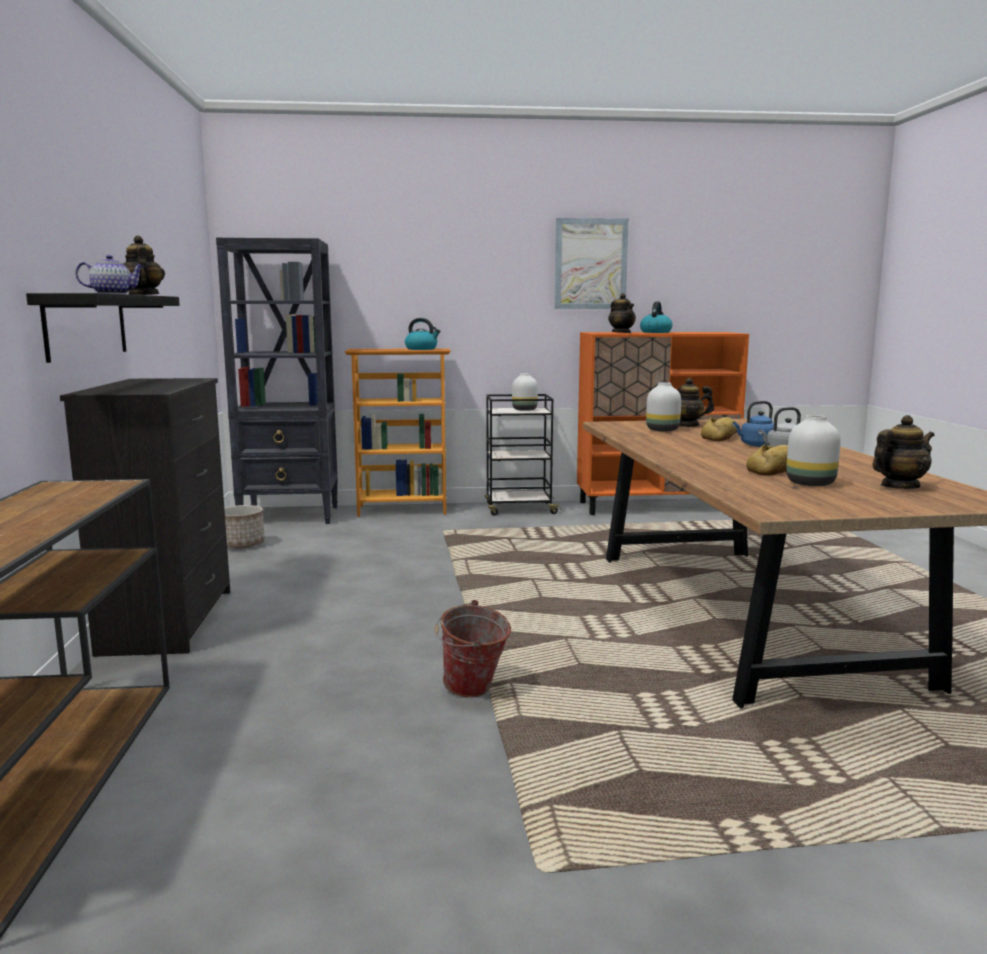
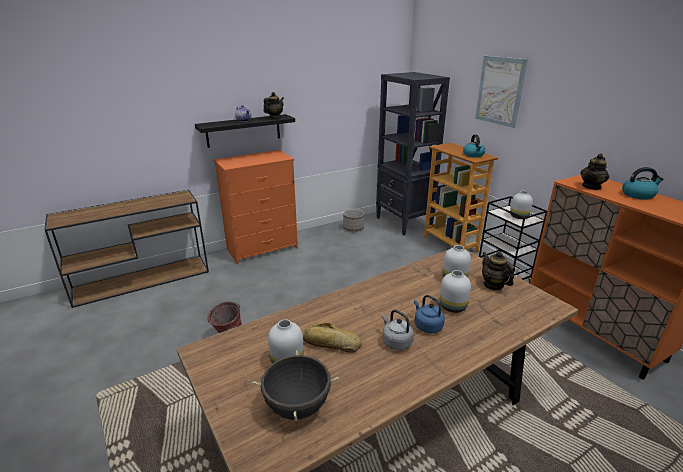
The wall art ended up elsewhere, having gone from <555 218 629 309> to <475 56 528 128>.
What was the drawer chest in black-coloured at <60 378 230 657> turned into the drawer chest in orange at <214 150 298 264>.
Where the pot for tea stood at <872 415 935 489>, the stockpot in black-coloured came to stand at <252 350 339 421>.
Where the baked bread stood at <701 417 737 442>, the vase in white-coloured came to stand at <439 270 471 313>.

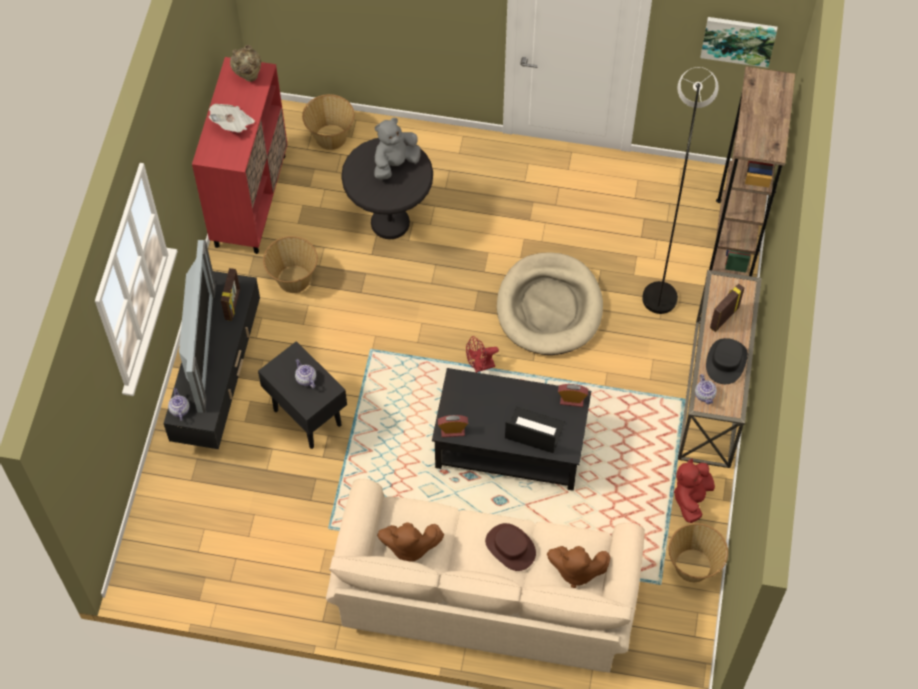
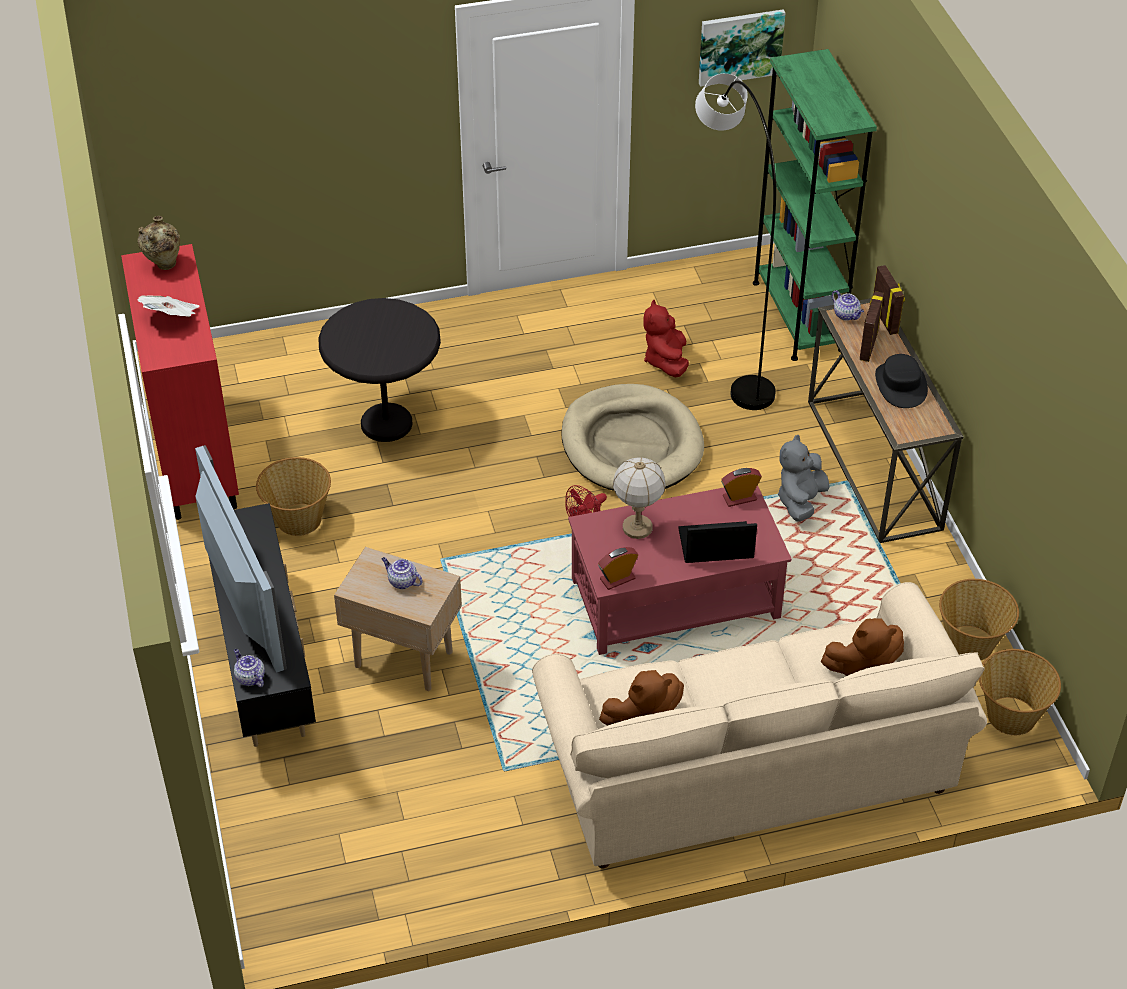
What was the shelving unit in brown-coloured at <709 67 795 276> turned into the shelving unit in green-coloured at <753 49 877 361>.
The storage basket ended up elsewhere, having gone from <302 94 354 150> to <979 649 1061 735>.
The cuddly toy in grey ended up elsewhere, having gone from <374 118 421 180> to <778 435 830 522>.
The picture frame ended up elsewhere, having gone from <221 268 240 321> to <873 265 905 335>.
What was the accent table in black-coloured at <258 341 347 449> turned into the accent table in sand-coloured at <334 547 462 691>.
What was the coffee table in black-coloured at <432 368 591 491> turned into the coffee table in reddish at <568 485 792 655>.
The pot for tea ended up elsewhere, having gone from <695 374 717 404> to <832 290 864 321>.
The cuddly toy in reddish ended up elsewhere, having gone from <674 459 715 523> to <643 300 689 378>.
The second view lost the wearable hat in brown-coloured at <485 523 536 571>.
The second view gained the table lamp at <613 457 665 539>.

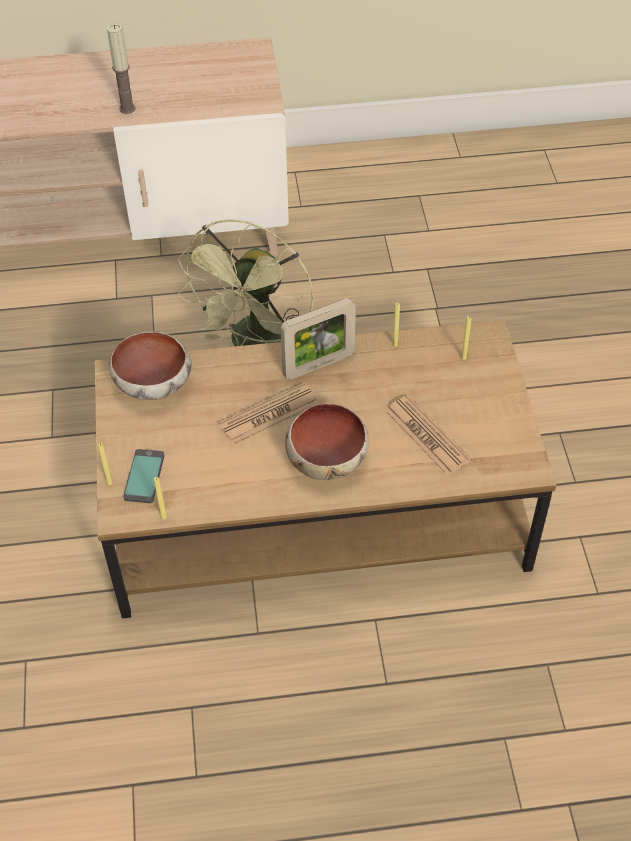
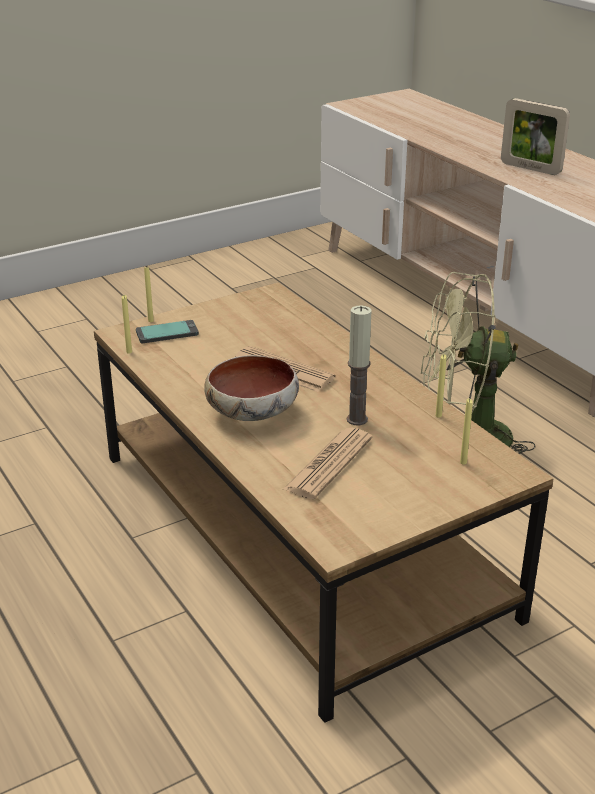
The wax candle ended up elsewhere, having gone from <107 24 135 114> to <347 305 371 425>.
The picture frame ended up elsewhere, having gone from <281 298 356 379> to <501 98 570 175>.
The second view lost the bowl at <109 331 192 400>.

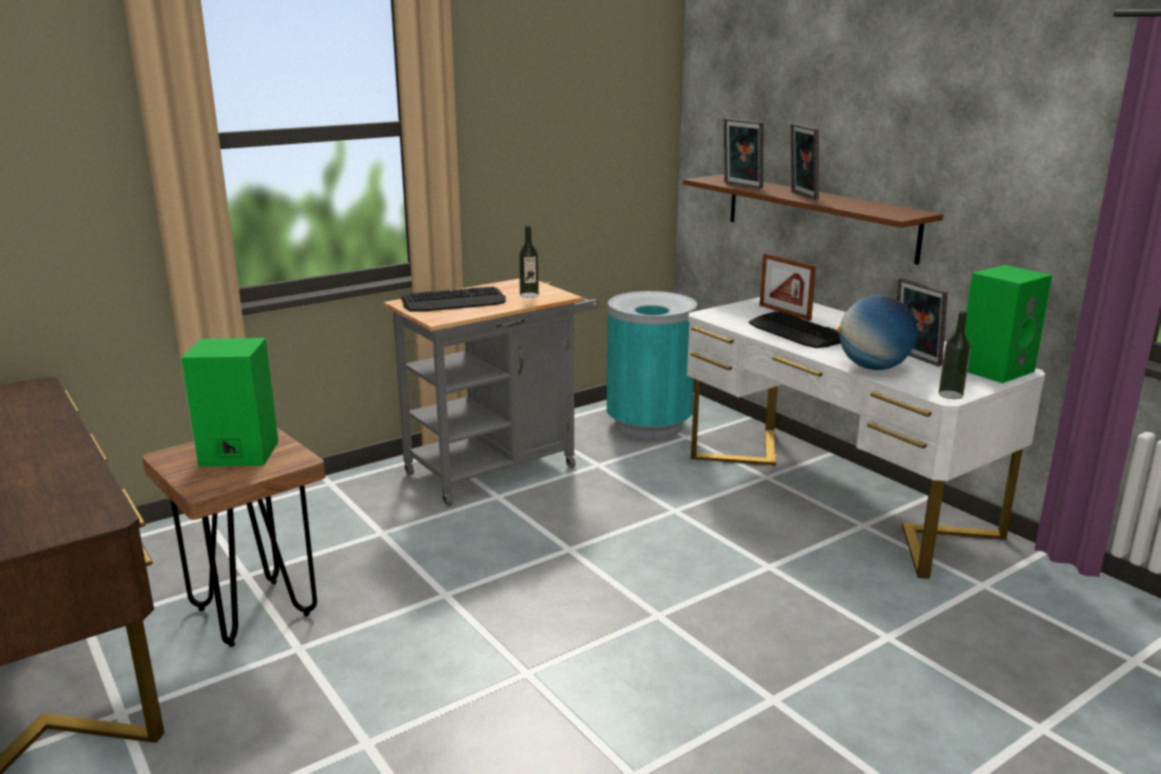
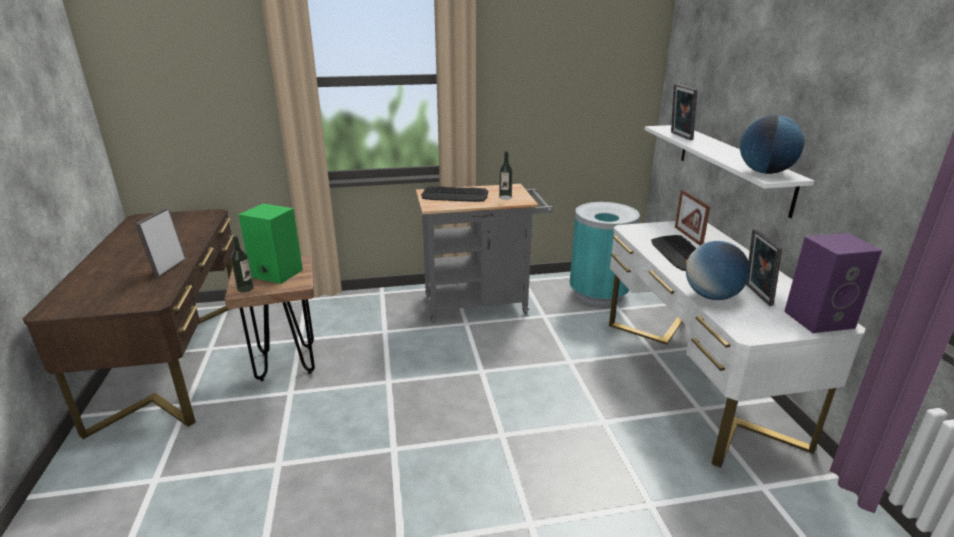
The picture frame ended up elsewhere, having gone from <791 123 819 200> to <135 208 186 278>.
What was the shelf in brown-coloured at <683 175 944 265> turned into the shelf in white-coloured at <645 125 814 218>.
What was the audio speaker in green-coloured at <965 265 1052 383> turned into the audio speaker in purple-coloured at <784 233 882 333>.
The drink bottle ended up elsewhere, having gone from <939 311 971 399> to <231 236 254 292>.
The second view gained the desk globe at <740 115 804 174>.

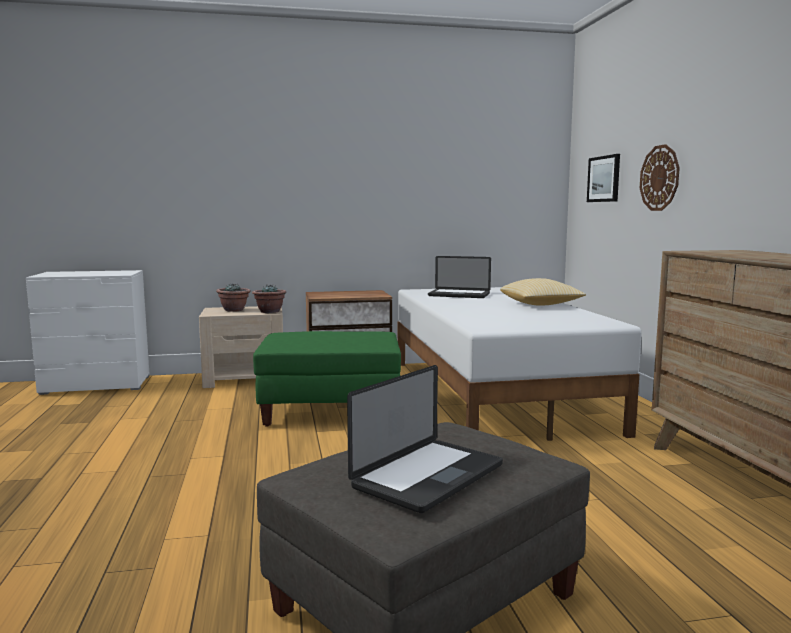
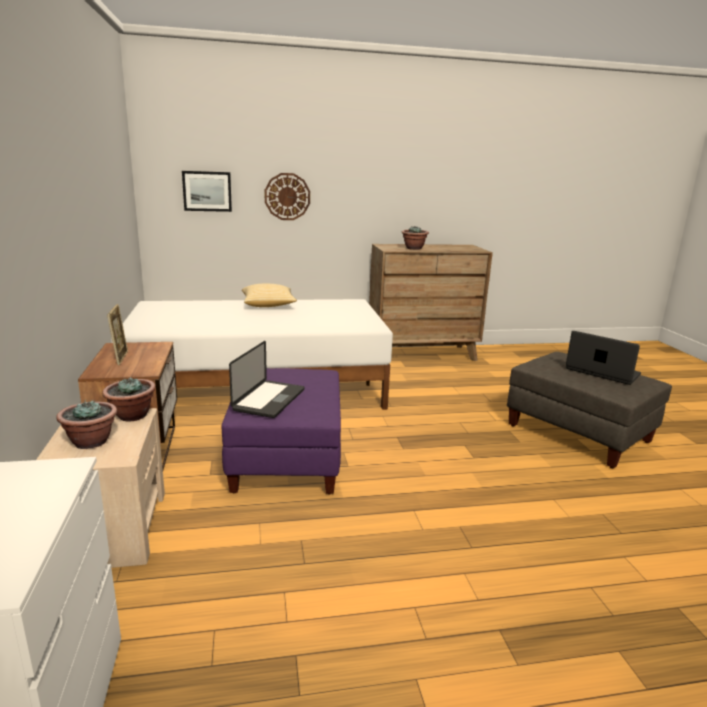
The portable computer ended up elsewhere, having gone from <428 256 491 298> to <229 341 304 418>.
What was the ottoman in green-coloured at <253 331 401 427> turned into the ottoman in purple-coloured at <222 368 341 494>.
The second view gained the plant in a pot at <401 226 429 250>.
The second view gained the picture frame at <107 304 128 365>.

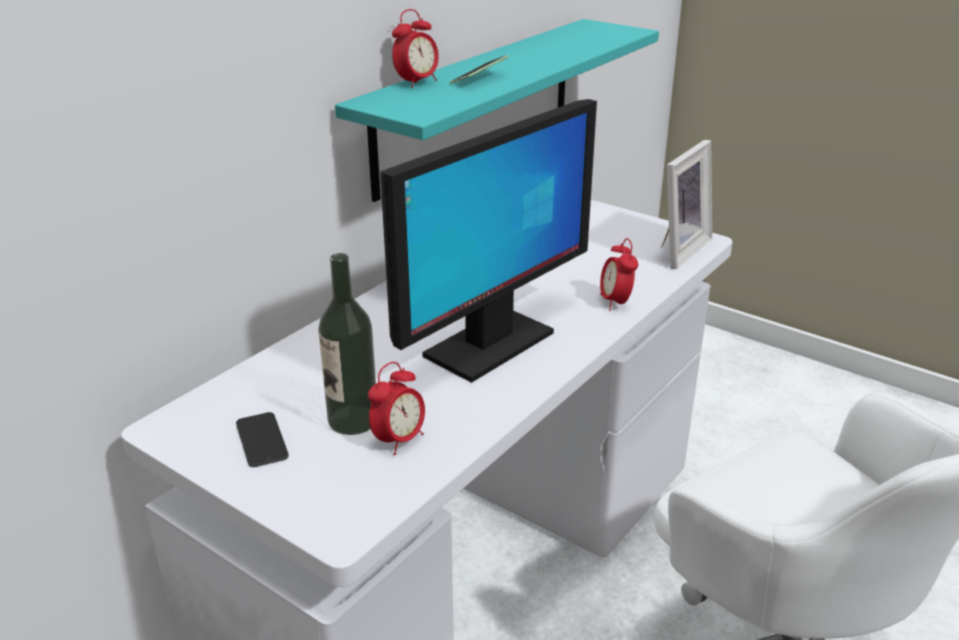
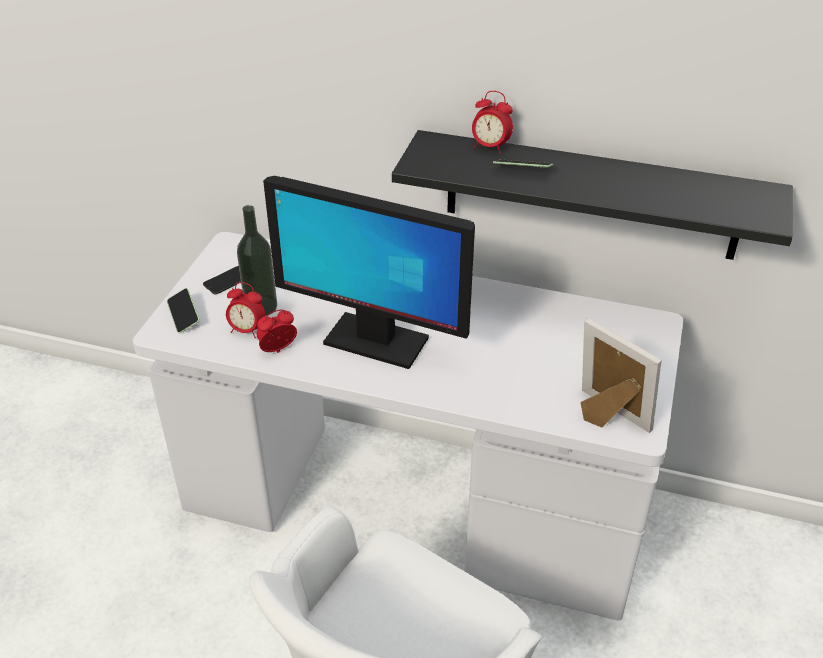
What was the shelf in blue-green at <335 19 659 202> turned into the shelf in black-coloured at <392 130 793 260>.
The picture frame at <661 140 712 269> ended up facing another way, 150 degrees counterclockwise from before.
The table clock ended up elsewhere, having gone from <600 238 638 311> to <257 309 297 353>.
The second view gained the handset at <167 288 200 333>.

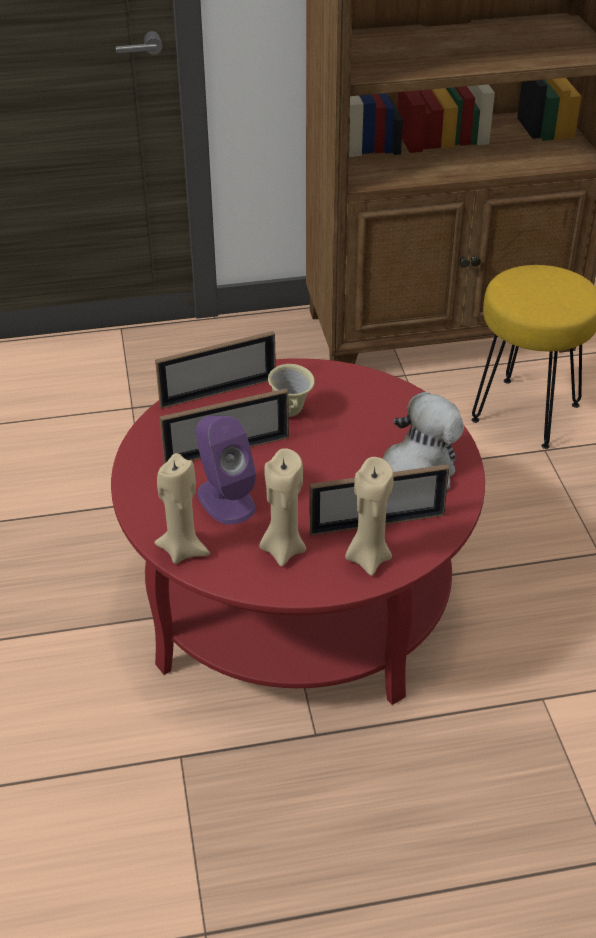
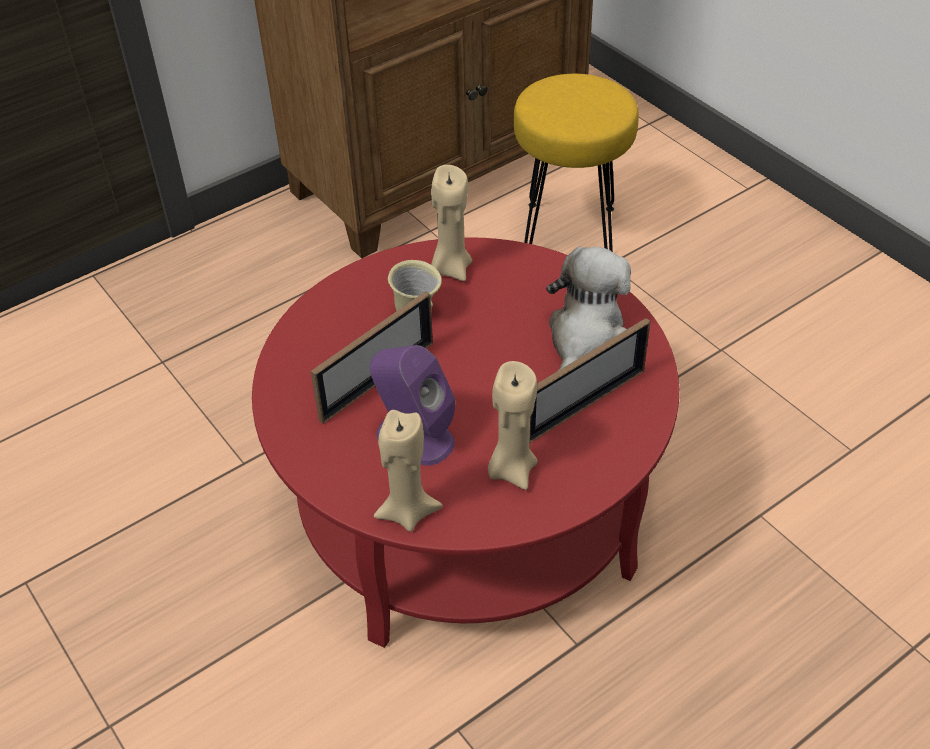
The second view lost the picture frame at <155 331 276 409>.
The wax candle in sand-coloured ended up elsewhere, having gone from <345 457 394 576> to <431 165 472 281>.

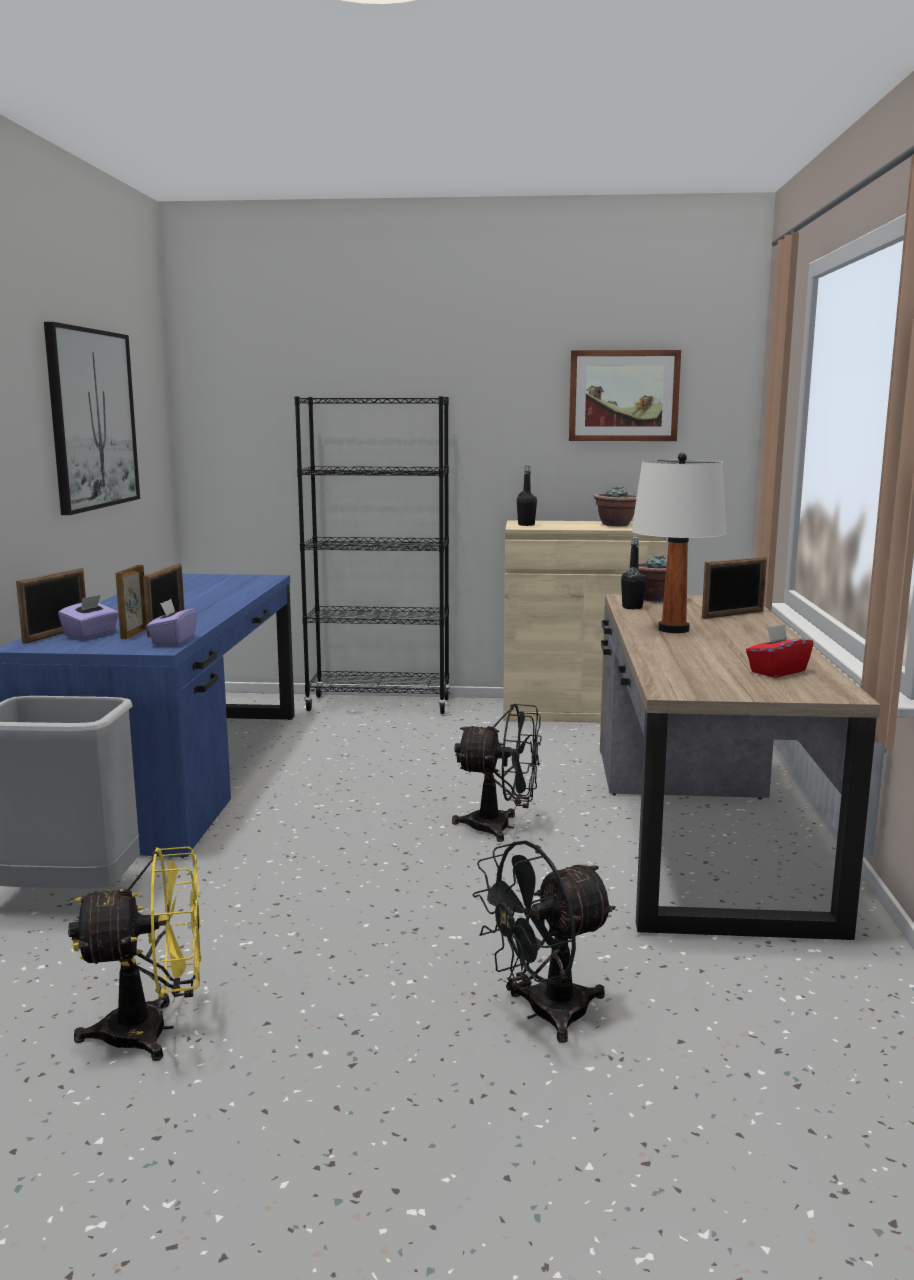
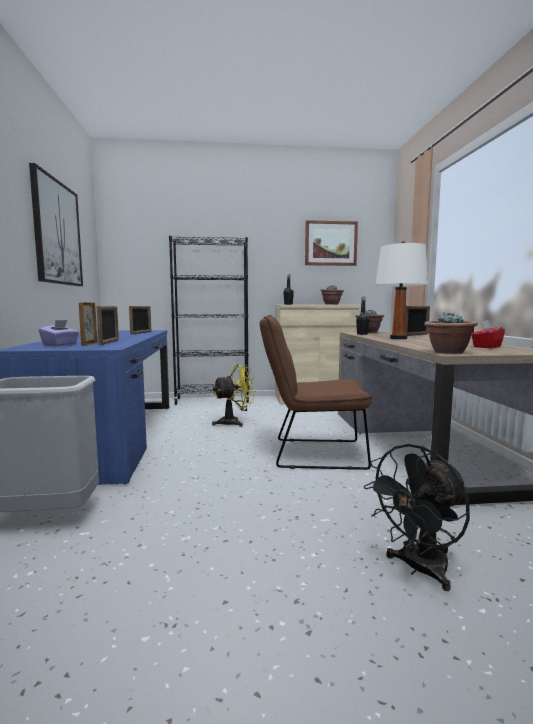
The picture frame ended up elsewhere, having gone from <16 568 86 644> to <129 306 151 335>.
The second view lost the box of tissues in purple-coloured at <147 599 197 646>.
Where the cooling fan in black-coloured stood at <452 704 542 842>, the upright chair in brown-coloured came to stand at <259 315 372 470>.
The cooling fan in yellow-coloured ended up elsewhere, having gone from <68 847 201 1061> to <212 365 255 427>.
The second view gained the plant in a pot at <424 313 478 354>.

